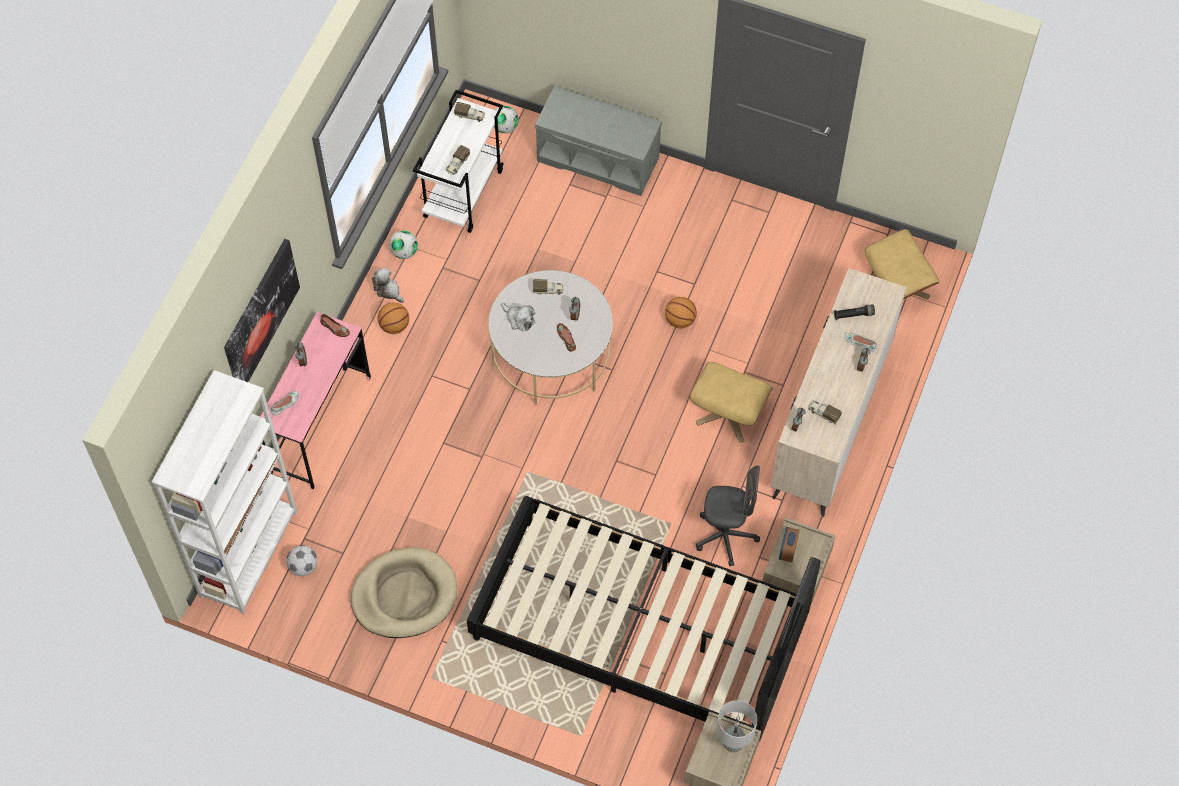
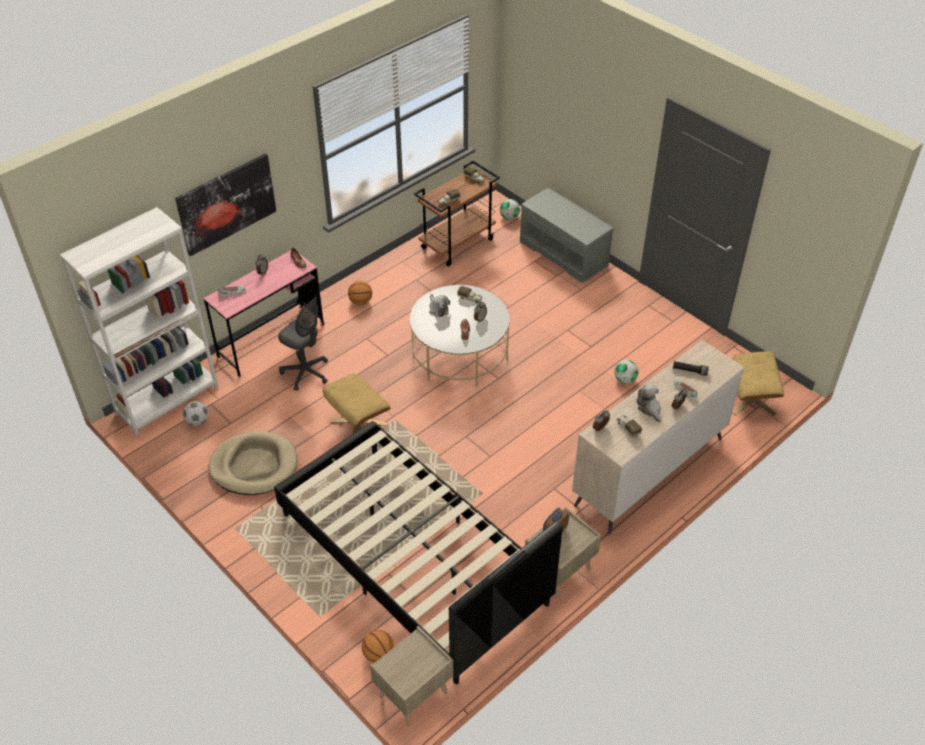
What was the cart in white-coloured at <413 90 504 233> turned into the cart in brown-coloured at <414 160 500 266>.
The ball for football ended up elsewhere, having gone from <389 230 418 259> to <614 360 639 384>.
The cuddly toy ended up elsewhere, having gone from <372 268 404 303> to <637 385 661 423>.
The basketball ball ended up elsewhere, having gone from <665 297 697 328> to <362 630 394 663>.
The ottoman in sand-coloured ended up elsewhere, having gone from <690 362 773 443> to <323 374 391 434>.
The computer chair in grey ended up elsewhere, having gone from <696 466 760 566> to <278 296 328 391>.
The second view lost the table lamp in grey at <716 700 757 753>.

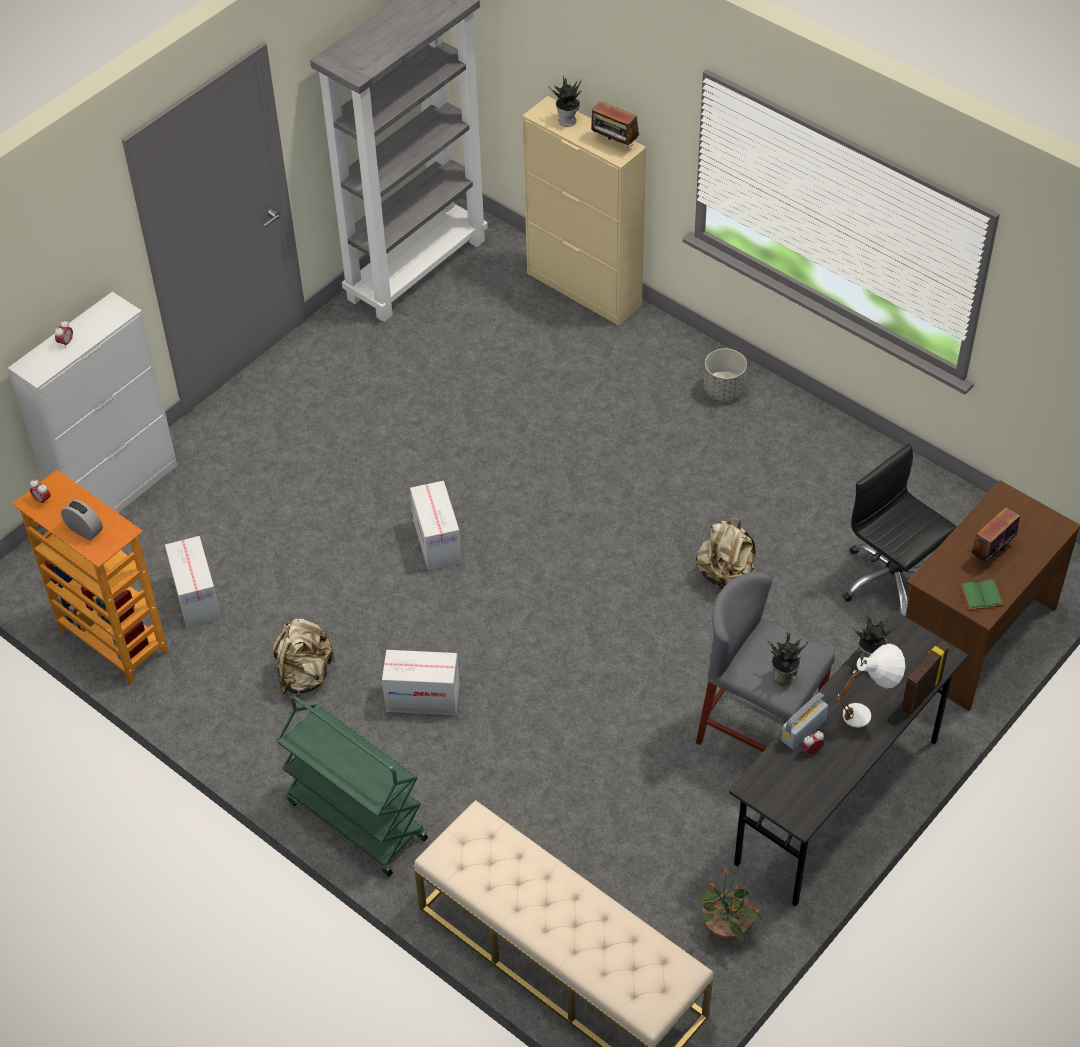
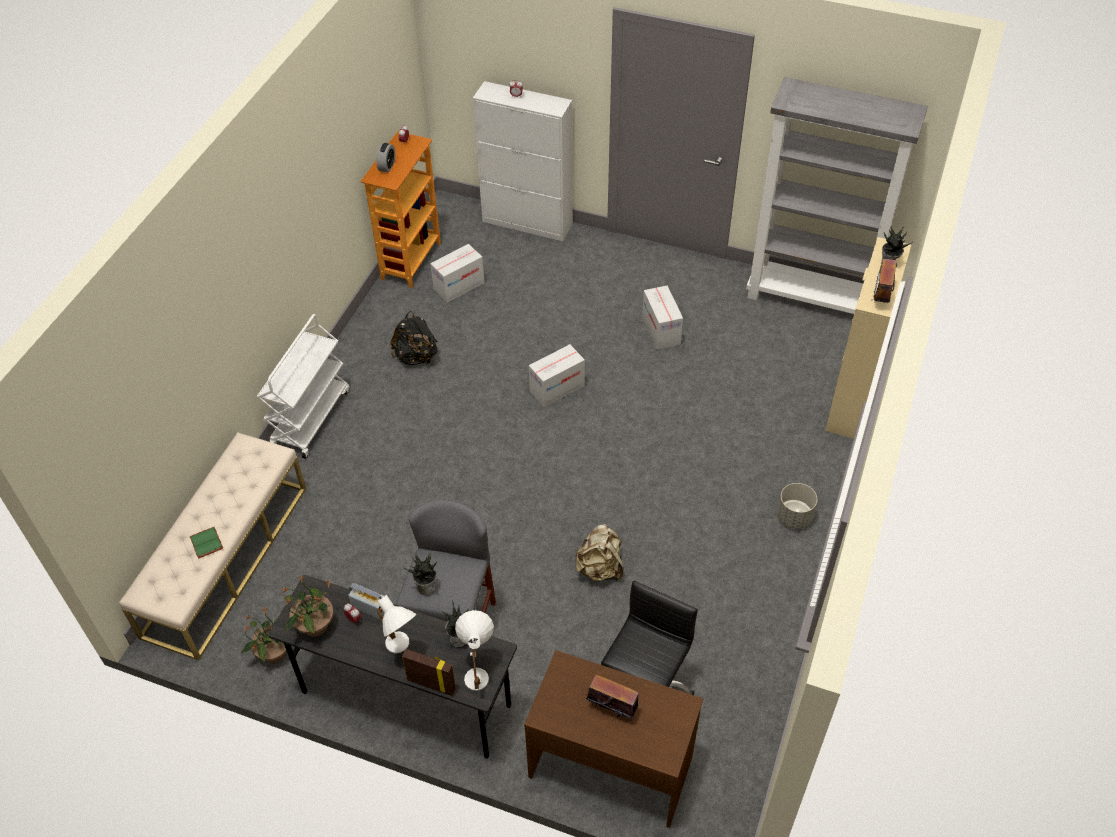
The book in green-coloured ended up elsewhere, having gone from <960 580 1005 610> to <190 527 223 559>.
What was the rucksack in sand-coloured at <272 619 336 697> turned into the rucksack in black-coloured at <390 311 438 366>.
The carton ended up elsewhere, having gone from <382 650 460 715> to <642 286 683 350>.
What was the cart in green-coloured at <277 696 428 876> turned into the cart in white-coloured at <257 314 349 459>.
The second view gained the plant in a pot at <282 575 334 637>.
The second view gained the table lamp in white-coloured at <455 610 494 691>.

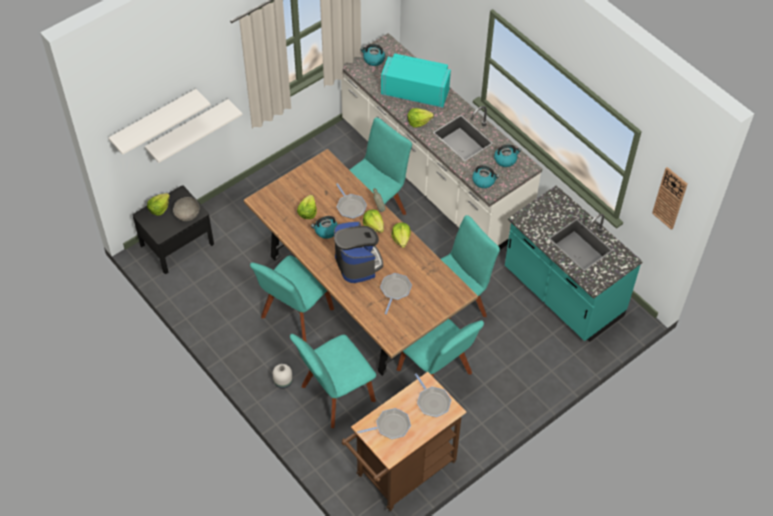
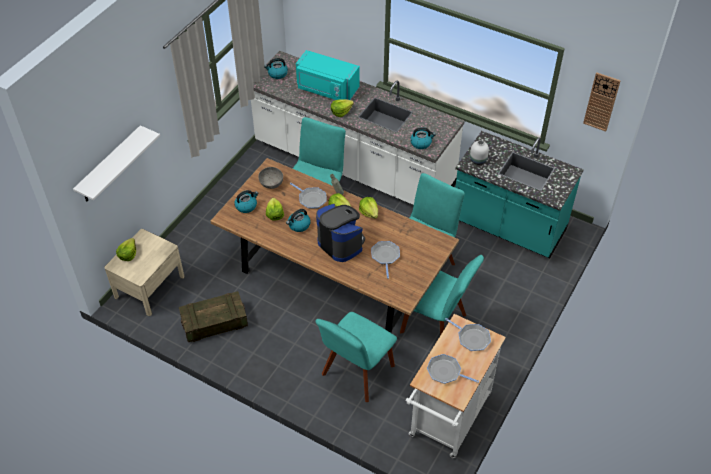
The microwave oven in blue-green at <381 53 451 108> ended up facing another way, 150 degrees counterclockwise from before.
The second view lost the shelf in white-coloured at <145 99 243 163>.
The kettle ended up elsewhere, having gone from <494 145 521 167> to <234 190 258 213>.
What was the nightstand in black-coloured at <133 185 214 274> turned into the nightstand in sand-coloured at <104 229 185 316>.
The bowl in grey ended up elsewhere, having gone from <173 197 199 221> to <258 167 283 189>.
The second view lost the upright chair in blue-green at <250 255 334 343>.
The vase in white-coloured ended up elsewhere, having gone from <273 364 293 389> to <470 140 489 165>.
What was the cart in brown-coloured at <342 372 466 511> turned into the cart in white-coloured at <406 314 506 459>.
The frying pan at <357 408 411 439> ended up facing another way, 120 degrees counterclockwise from before.
The second view gained the crate at <179 291 248 342>.

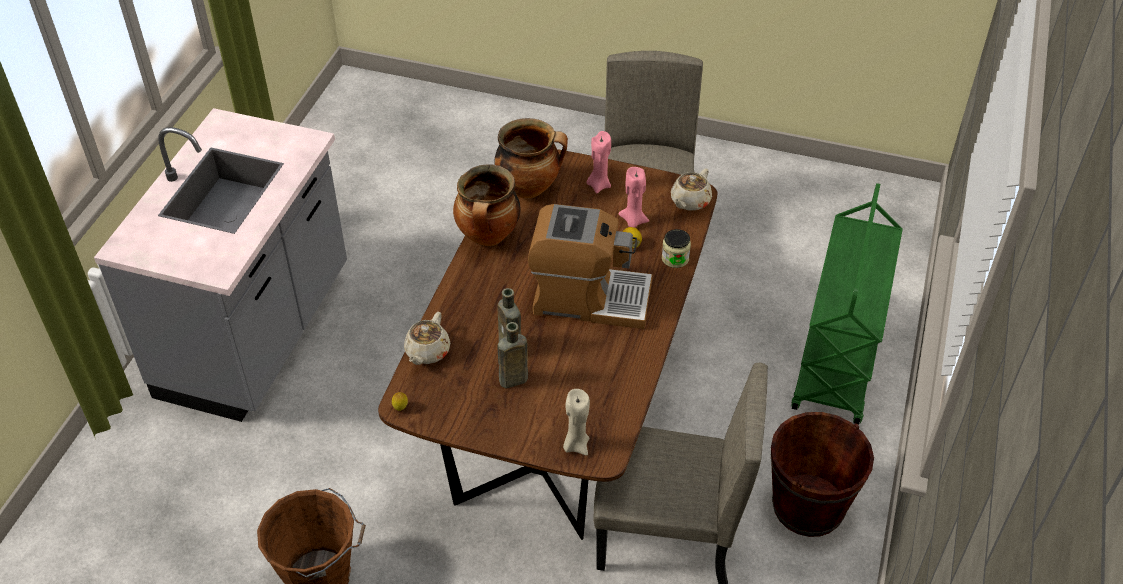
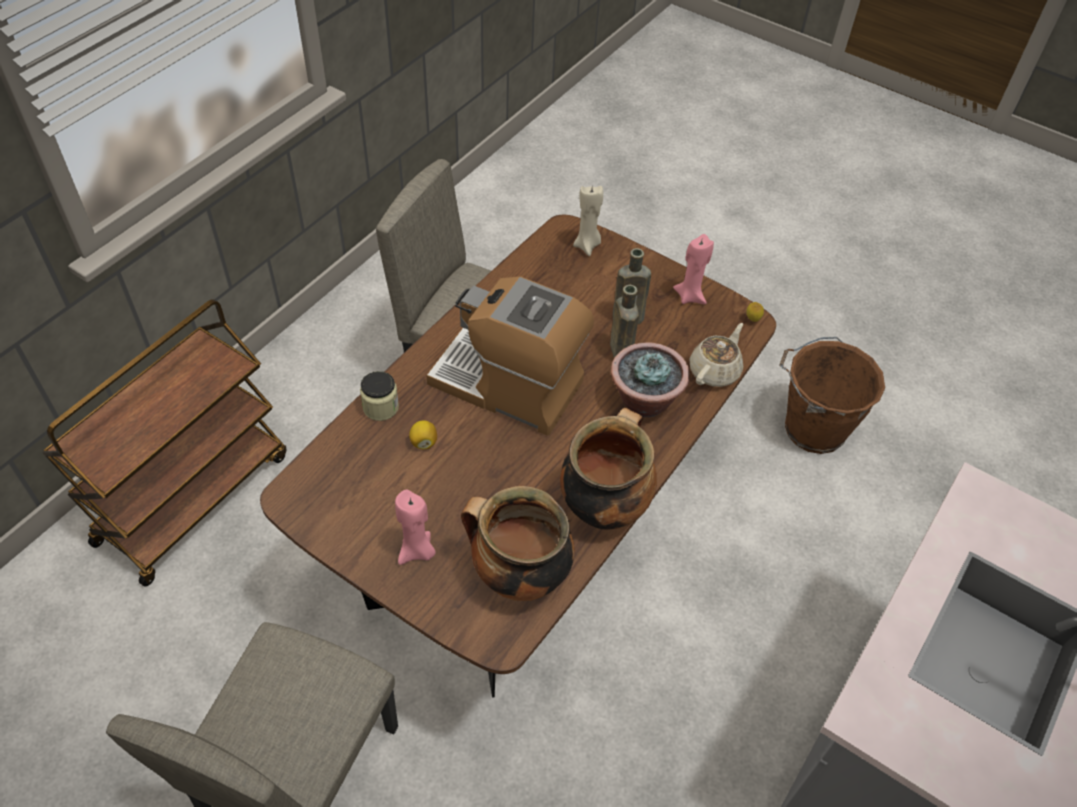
The wax candle in pink-coloured ended up elsewhere, having gone from <619 167 649 228> to <673 234 714 304>.
The second view lost the pot for tea in sand-coloured at <671 168 712 211>.
What was the cart in green-coloured at <791 183 903 425> turned into the cart in brown-coloured at <42 299 287 587>.
The second view lost the bucket in brown-coloured at <771 412 874 537>.
The second view gained the plant in a pot at <611 343 690 417>.

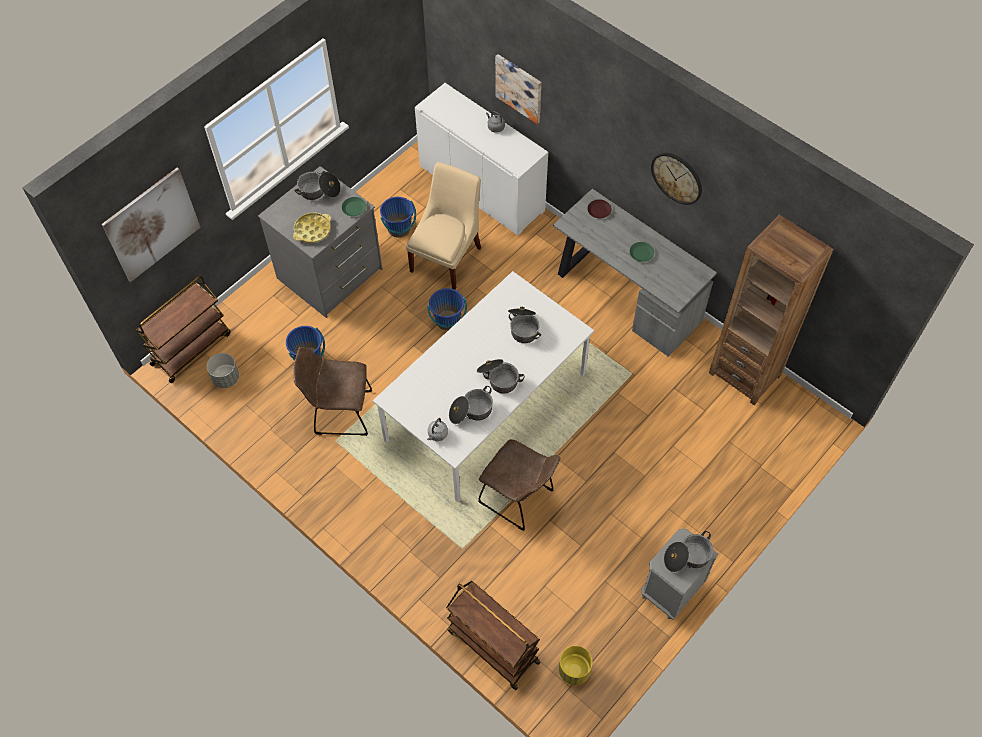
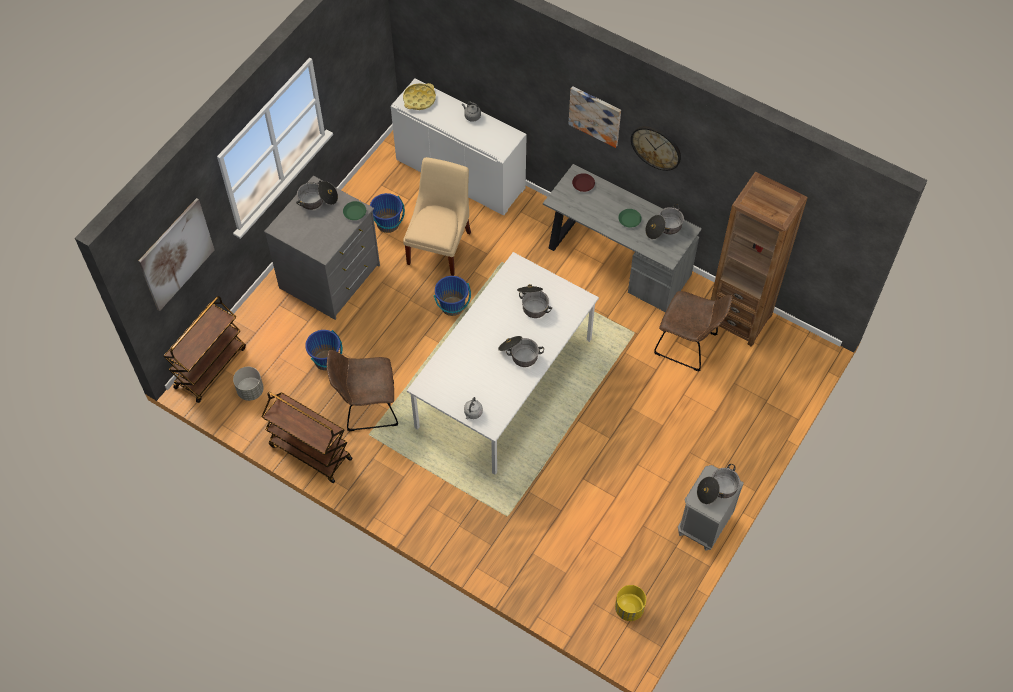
The wall art ended up elsewhere, having gone from <495 54 541 124> to <568 86 621 148>.
The serving tray in yellow-coloured ended up elsewhere, having gone from <293 213 331 243> to <403 83 436 110>.
The stockpot ended up elsewhere, having gone from <449 386 493 424> to <645 204 684 239>.
The upright chair in brown-coloured ended up elsewhere, having gone from <479 439 560 531> to <654 291 733 372>.
The cart in brown-coloured ended up elsewhere, having gone from <446 581 540 690> to <261 392 353 483>.

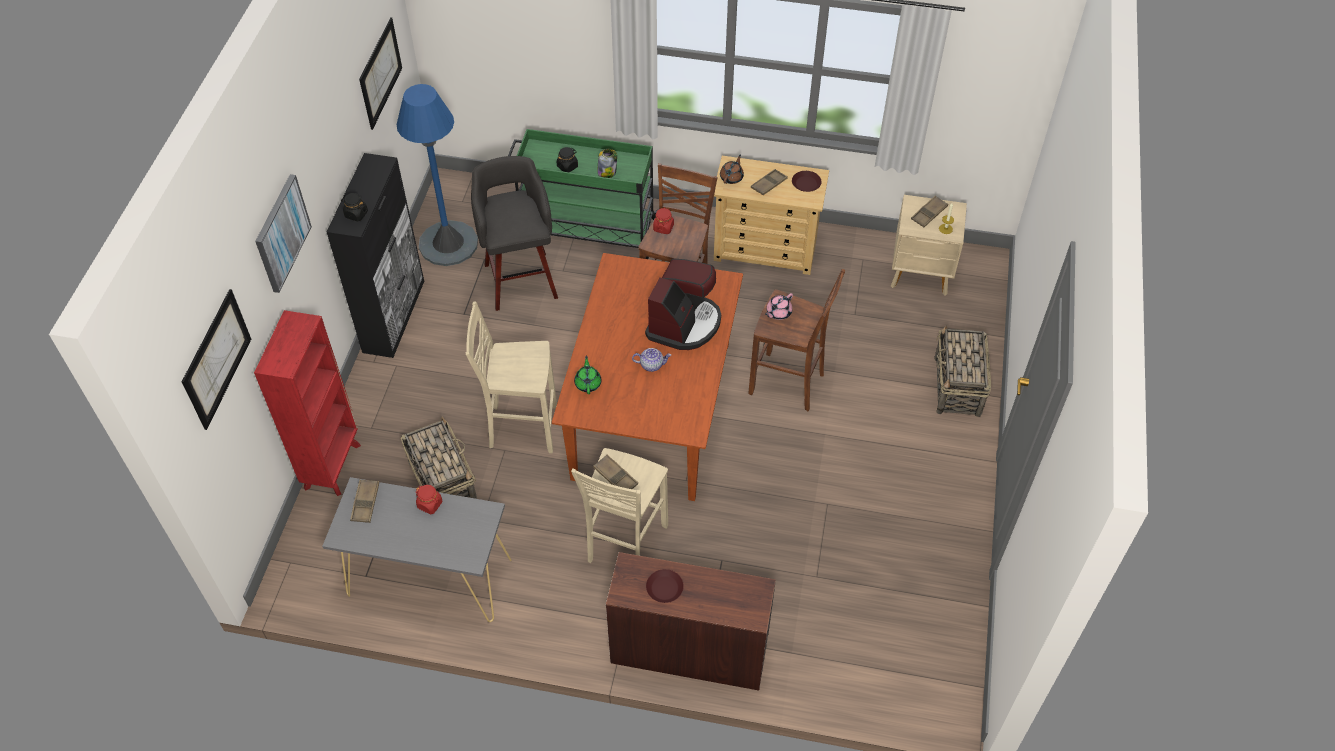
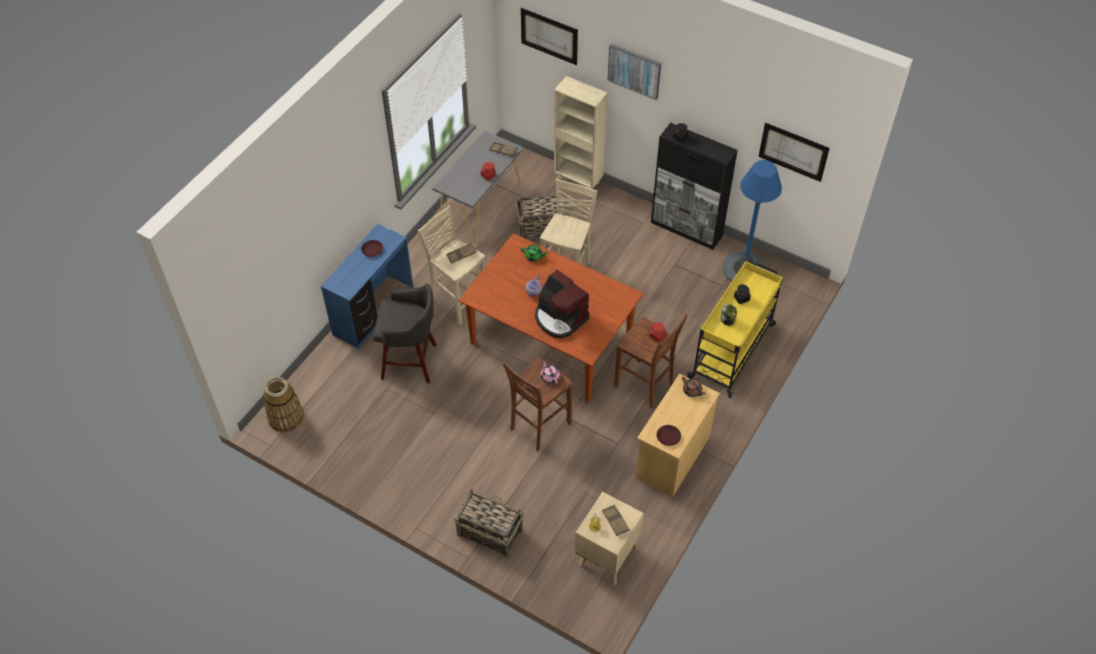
What was the cart in green-coloured at <508 129 659 259> turned into the cart in yellow-coloured at <687 261 783 398>.
The sitting stool in grey ended up elsewhere, having gone from <471 156 558 311> to <373 283 436 383>.
The second view lost the serving tray in brown-coloured at <751 169 788 195>.
What was the shelving unit in reddish at <254 310 361 496> turned into the shelving unit in sand-coloured at <554 76 608 197>.
What was the desk table in brown-coloured at <606 552 776 691> turned into the desk table in blue at <321 224 413 349>.
The second view gained the storage basket at <264 377 304 433>.

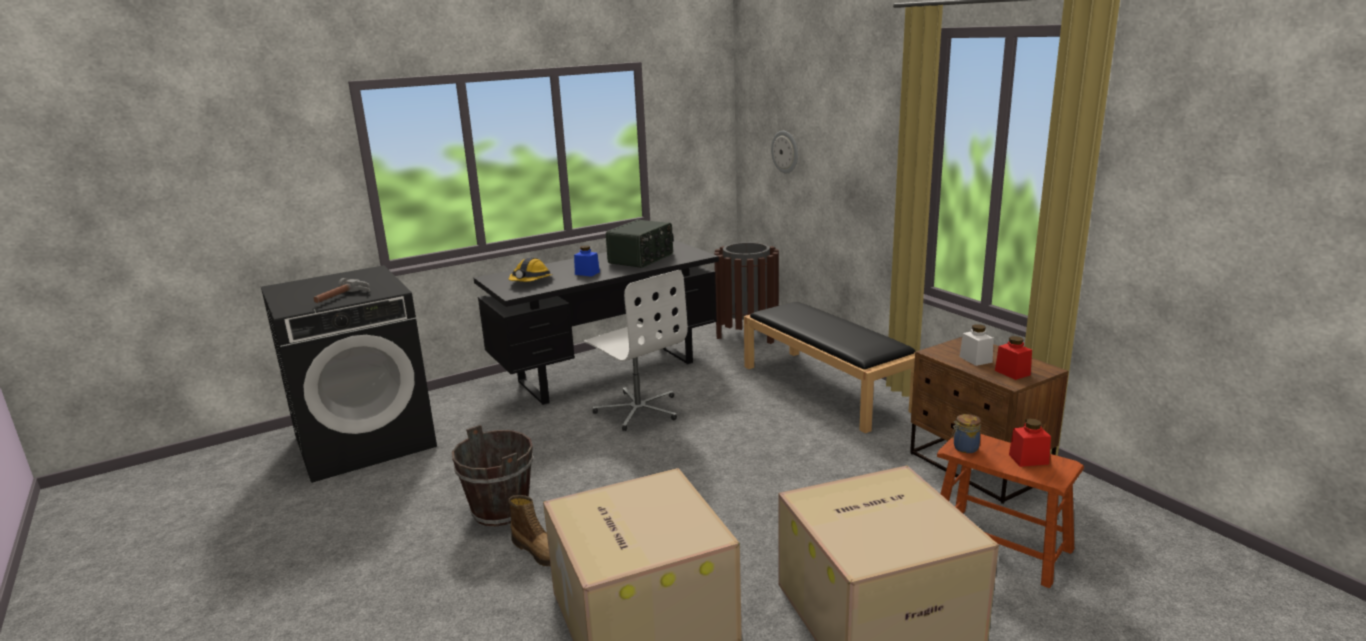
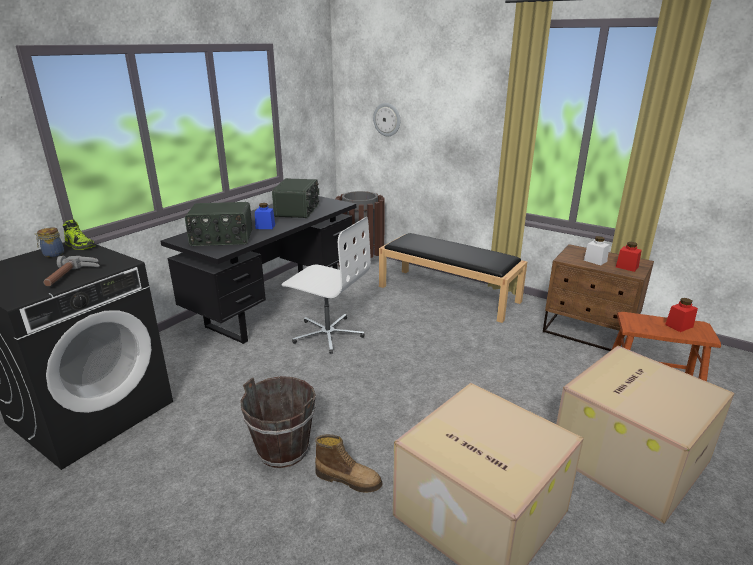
Where the work helmet stood at <509 258 553 282>, the radio came to stand at <185 202 252 246>.
The jar ended up elsewhere, having gone from <952 414 981 453> to <35 228 64 257>.
The second view gained the shoe at <63 219 96 250>.

